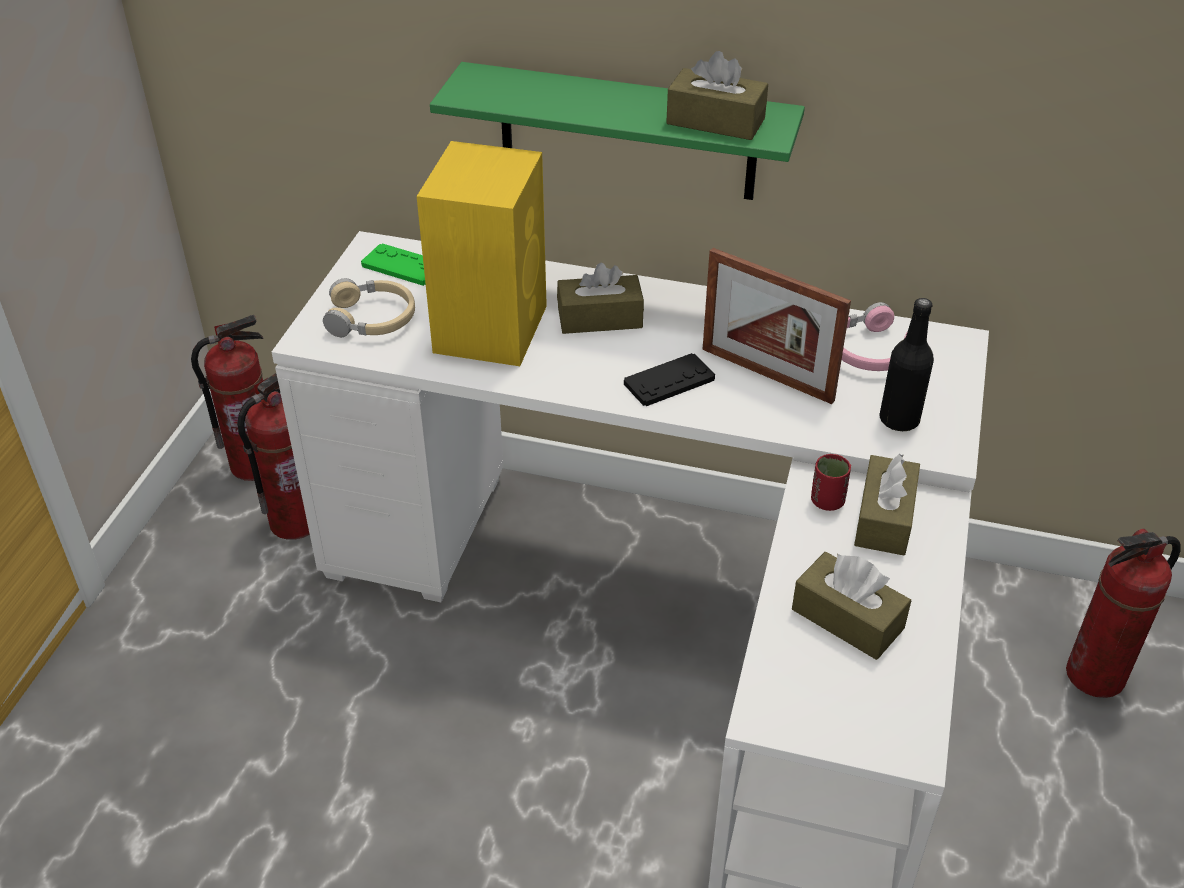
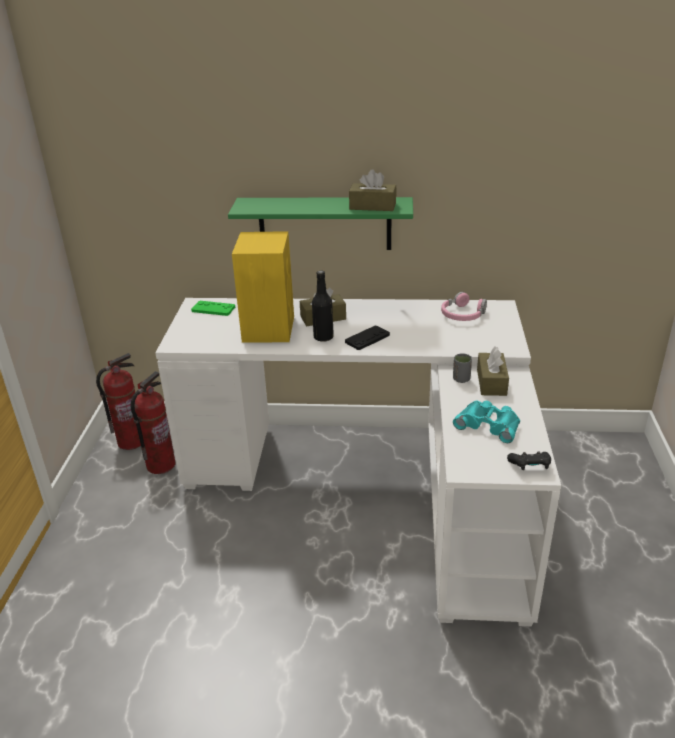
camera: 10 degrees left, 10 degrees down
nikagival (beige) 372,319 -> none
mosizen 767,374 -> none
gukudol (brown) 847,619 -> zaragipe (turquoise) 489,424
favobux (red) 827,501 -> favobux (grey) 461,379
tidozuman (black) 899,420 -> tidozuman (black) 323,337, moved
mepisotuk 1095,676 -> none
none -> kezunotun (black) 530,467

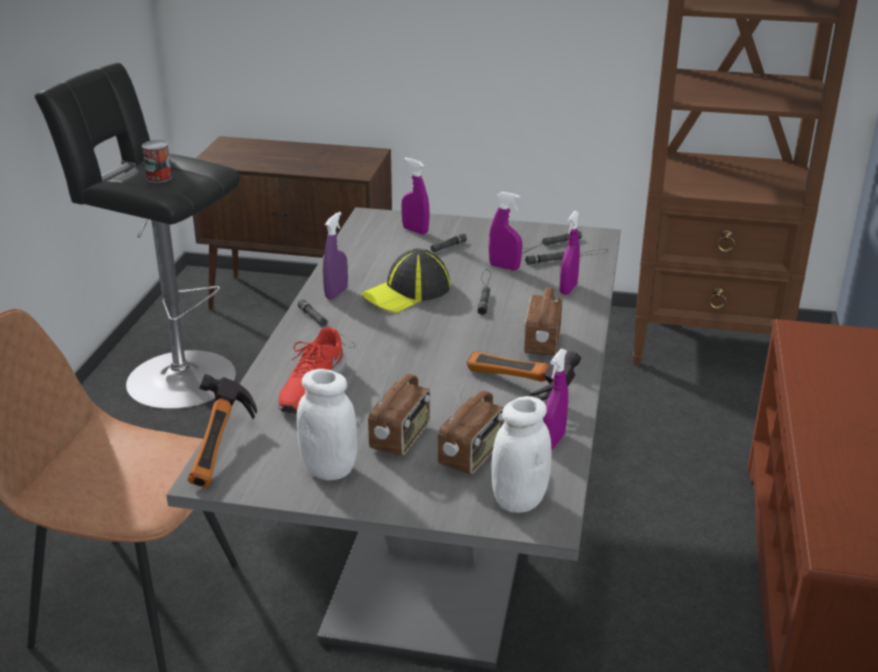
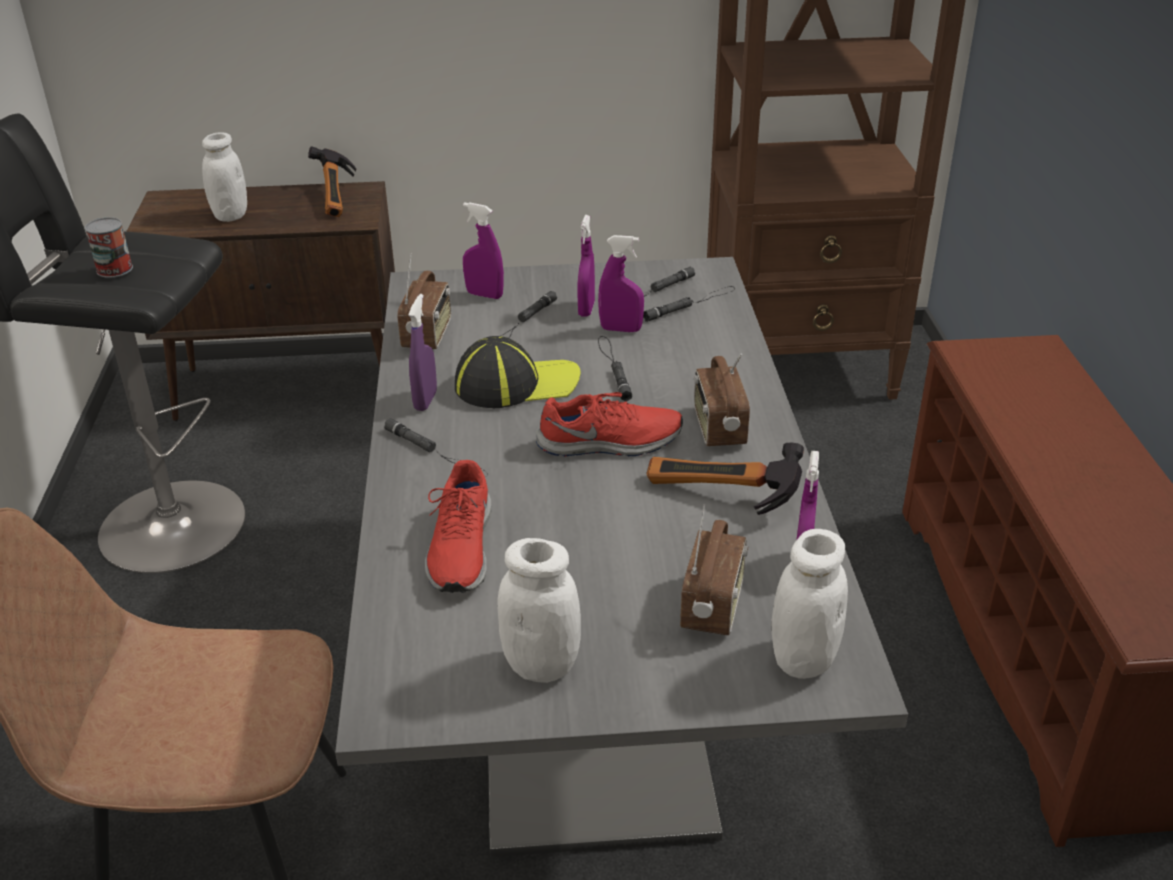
camera: 15 degrees left, 5 degrees up
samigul 224,450 -> samigul 339,198, moved
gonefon 407,292 -> gonefon 516,384, 135 degrees counterclockwise
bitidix 401,438 -> bitidix 428,335, moved
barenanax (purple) 568,289 -> barenanax (purple) 586,309, moved
none -> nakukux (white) 230,215
none -> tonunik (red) 610,443

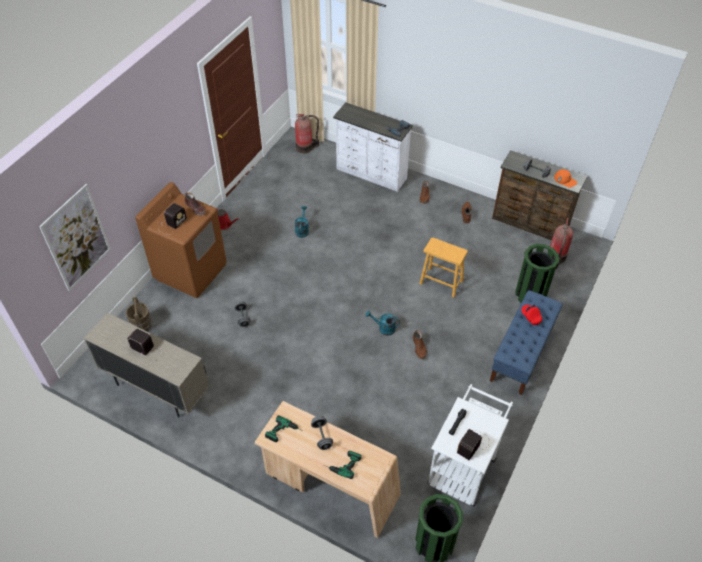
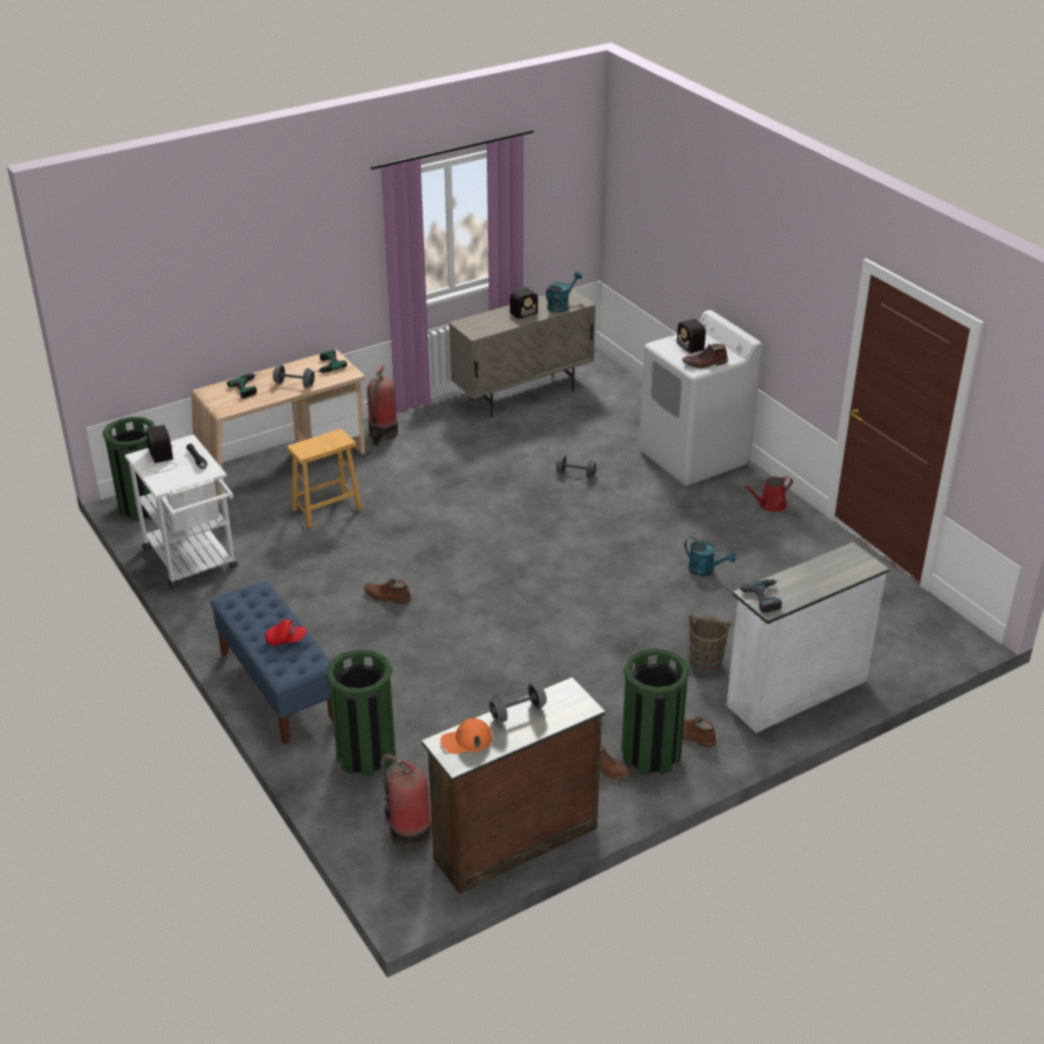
camera: 120 degrees right, 15 degrees down
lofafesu 77,238 -> none
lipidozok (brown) 142,327 -> lipidozok (brown) 706,664, moved
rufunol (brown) 191,271 -> rufunol (white) 694,457
mepisotuk 306,147 -> mepisotuk 382,434, moved
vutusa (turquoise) 383,328 -> vutusa (turquoise) 561,305, moved
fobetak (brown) 441,282 -> fobetak (brown) 327,509, moved
none -> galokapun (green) 650,754

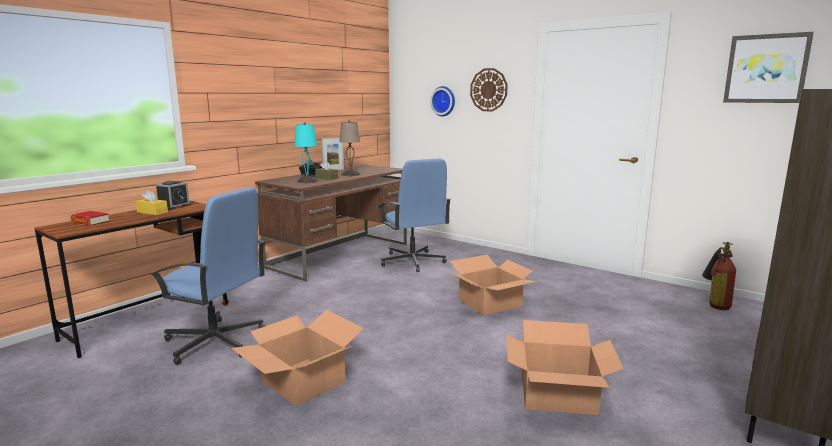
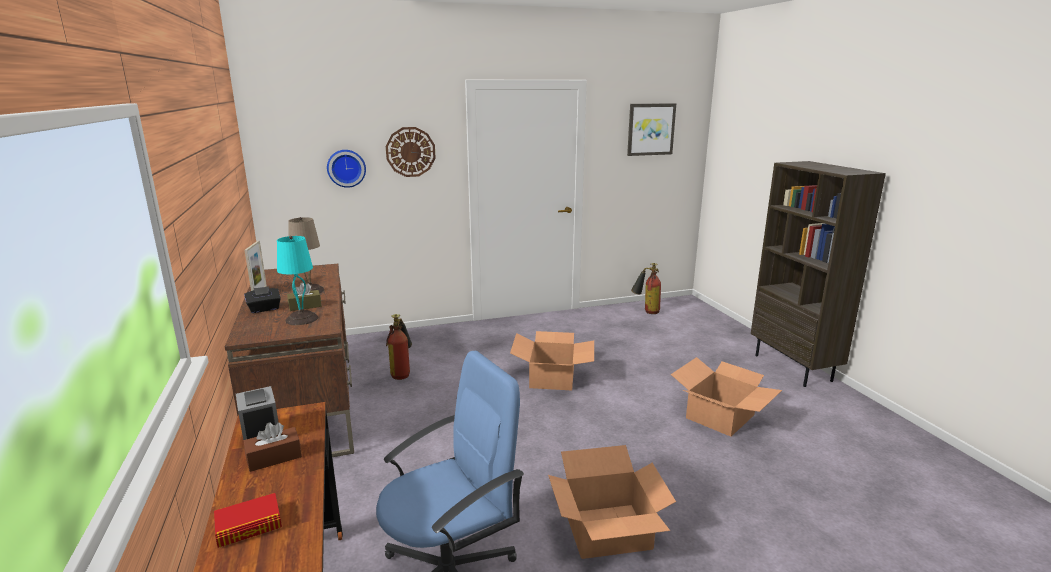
camera: 55 degrees left, 5 degrees up
gukudol (yellow) 152,212 -> gukudol (brown) 274,457
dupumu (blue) 412,261 -> mepisotuk 402,372

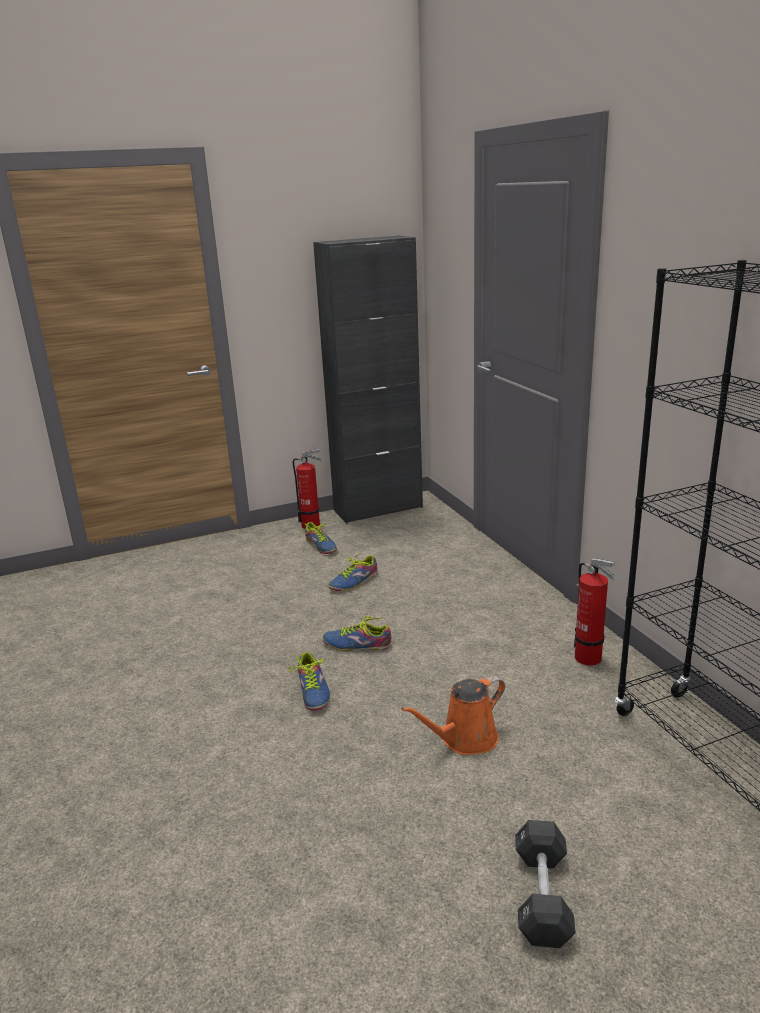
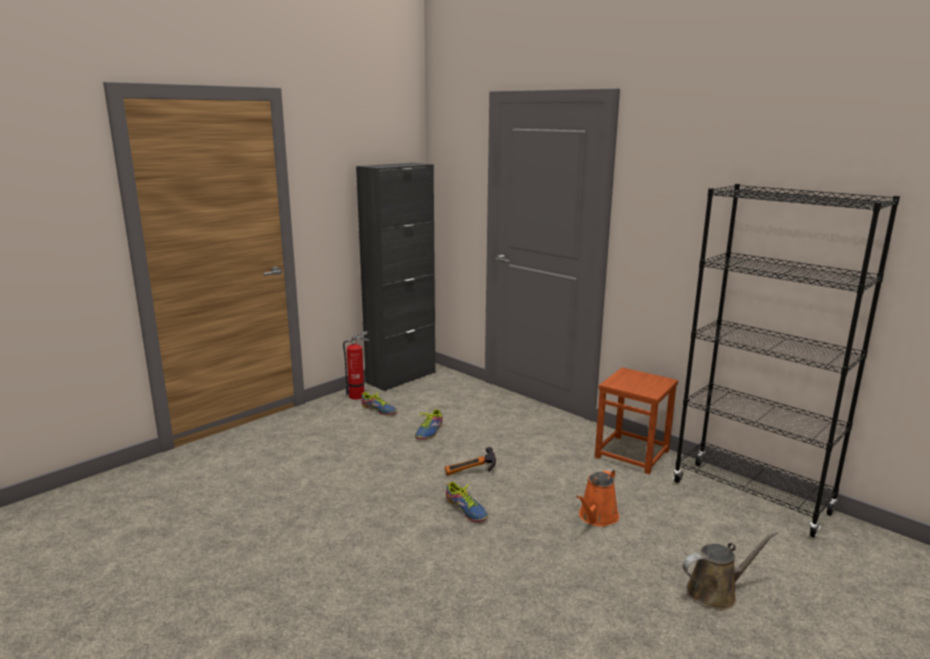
camera: 25 degrees left, 5 degrees down
tonunik 357,645 -> samigul 471,473
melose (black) 542,896 -> vutusa (brown) 715,592
mepisotuk 590,659 -> fobetak (brown) 632,454

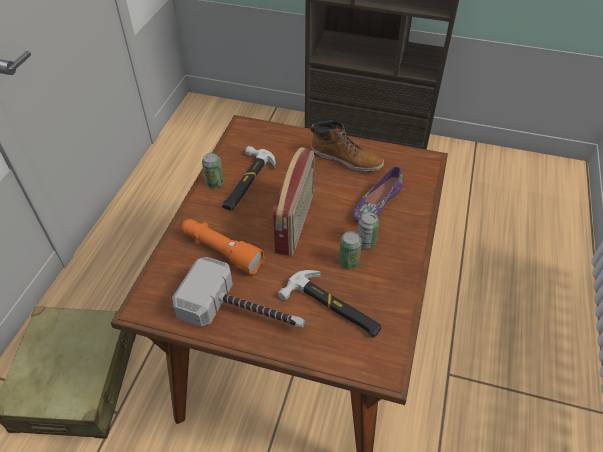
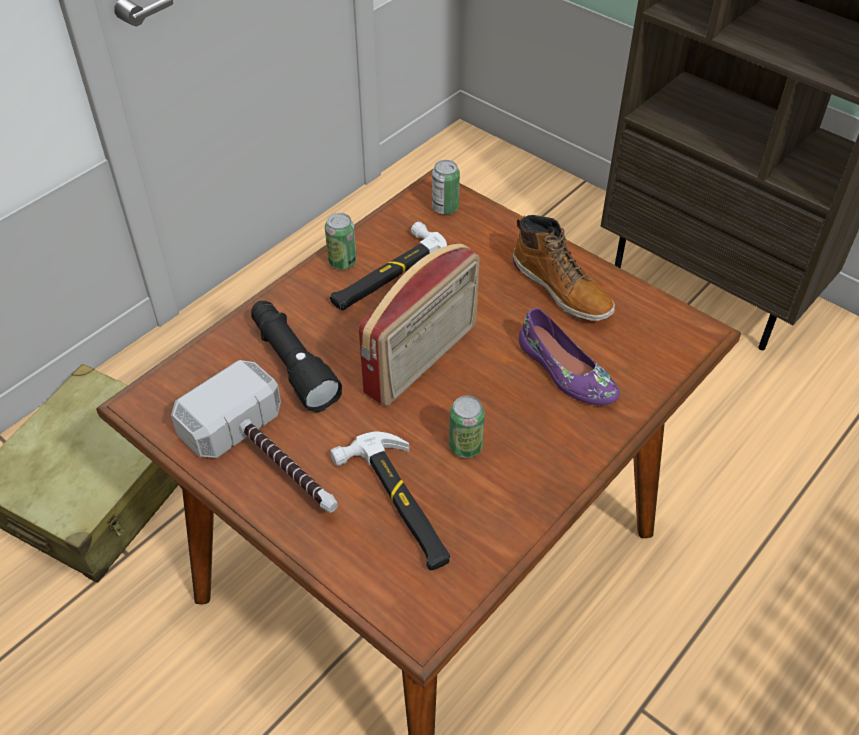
camera: 25 degrees right, 0 degrees up
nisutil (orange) 221,251 -> nisutil (black) 292,363
tonunik (purple) 376,203 -> tonunik (purple) 565,372, 105 degrees counterclockwise
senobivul 366,242 -> senobivul 445,208, moved

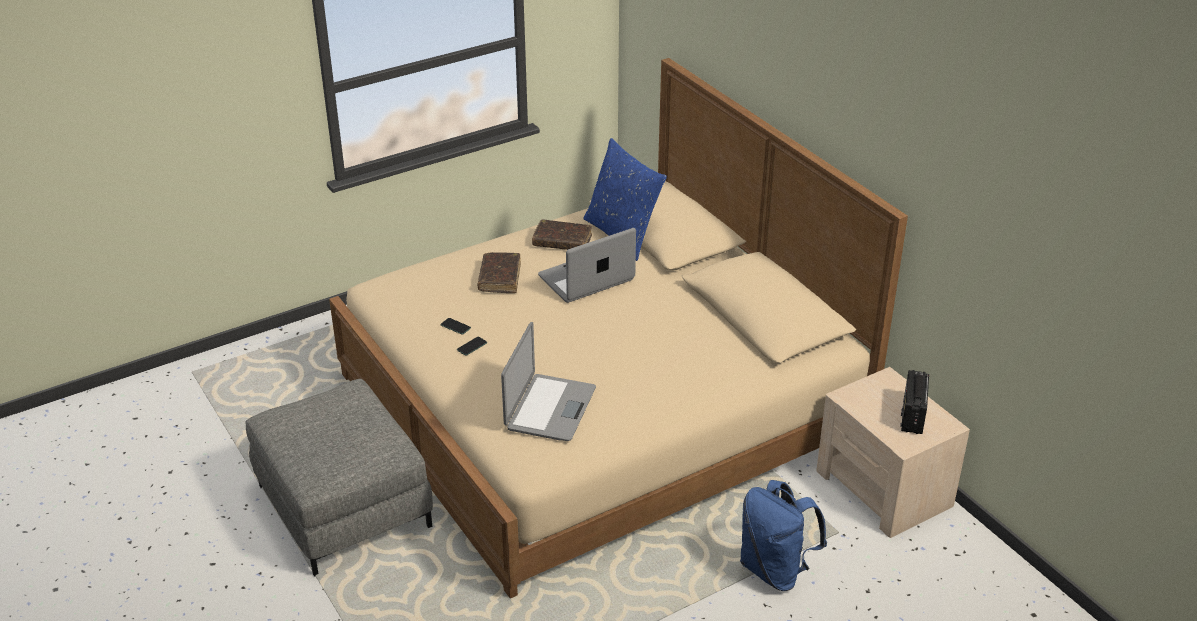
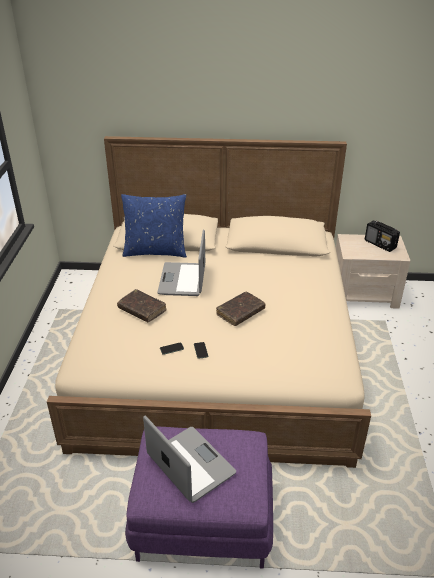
camera: 55 degrees left, 0 degrees up
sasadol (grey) 345,505 -> sasadol (purple) 203,515
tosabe 549,408 -> tosabe 190,465, moved
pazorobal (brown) 562,241 -> pazorobal (brown) 240,312, moved
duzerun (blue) 775,570 -> none

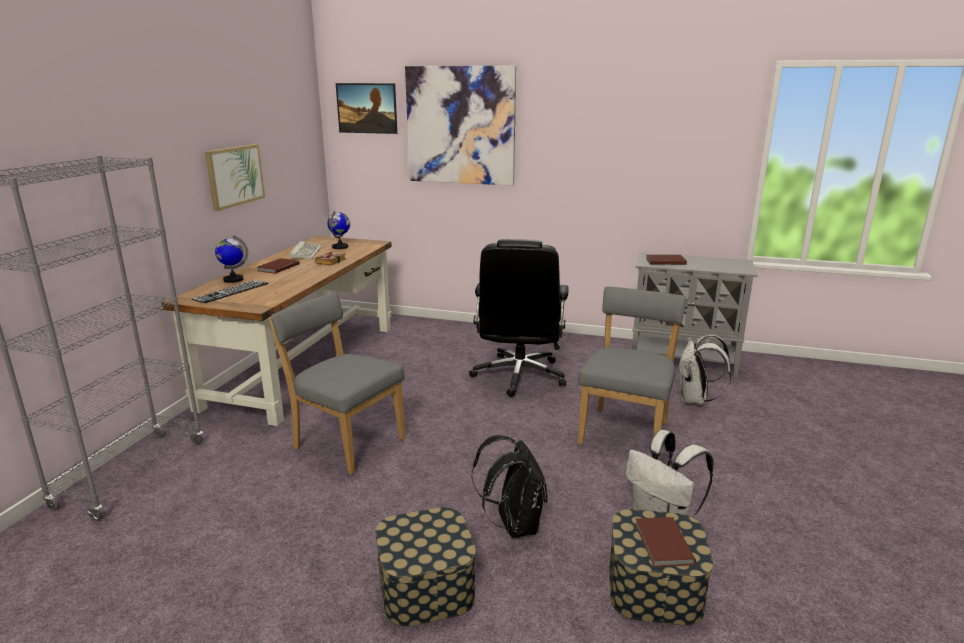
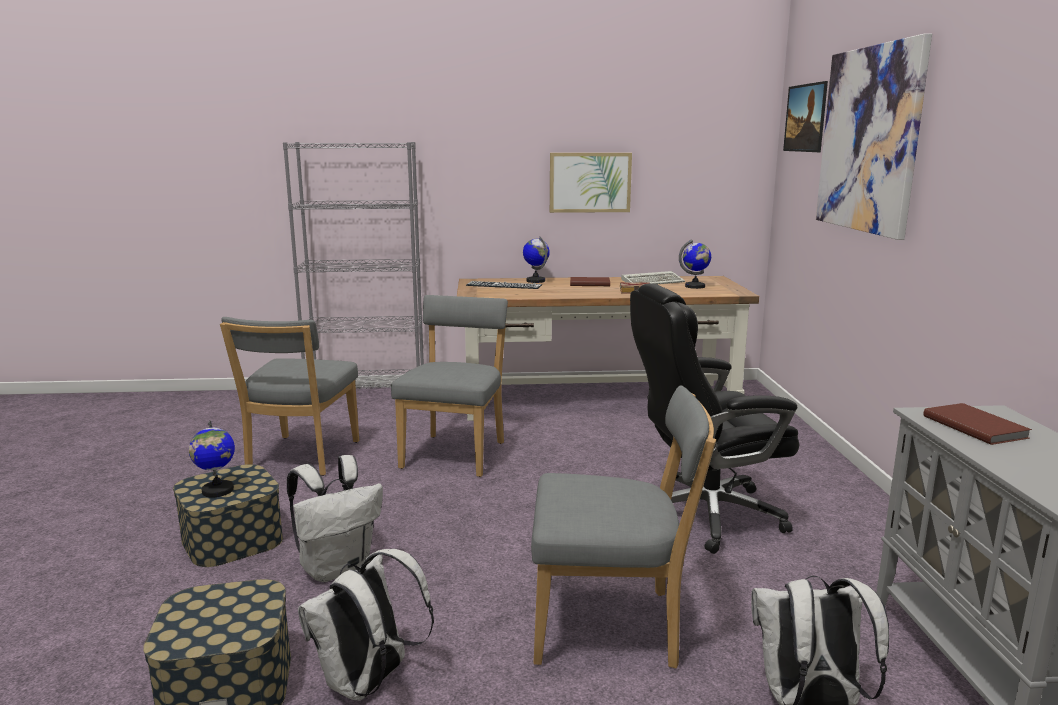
camera: 70 degrees right, 5 degrees down
duzerun (black) 513,525 -> duzerun (white) 337,568
pazorobal (brown) 662,544 -> none
none -> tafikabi 217,490
none -> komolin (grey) 300,458

